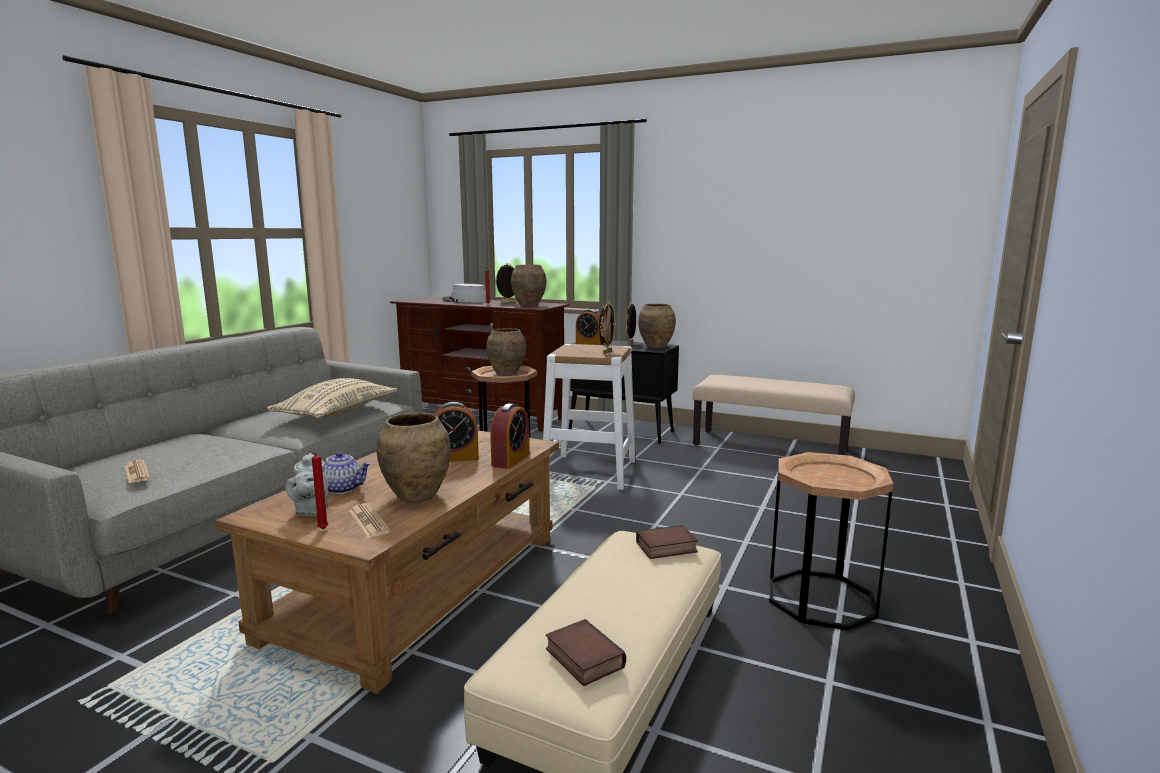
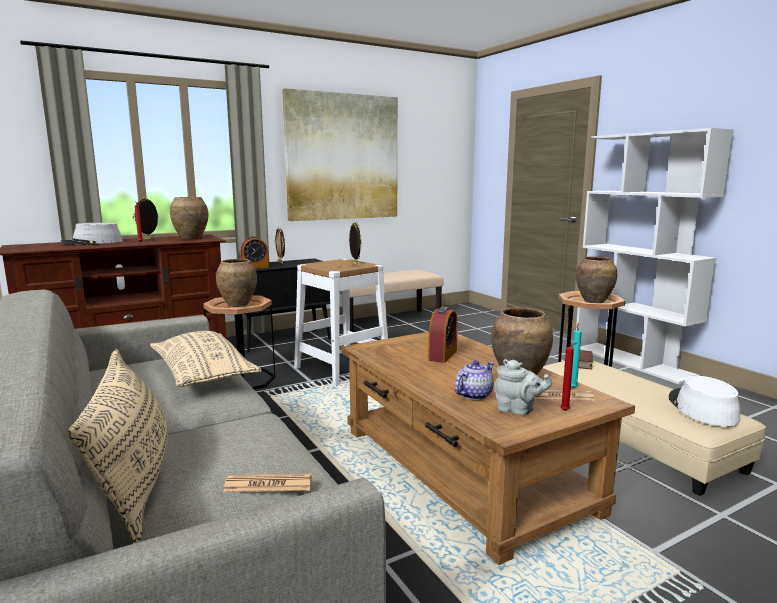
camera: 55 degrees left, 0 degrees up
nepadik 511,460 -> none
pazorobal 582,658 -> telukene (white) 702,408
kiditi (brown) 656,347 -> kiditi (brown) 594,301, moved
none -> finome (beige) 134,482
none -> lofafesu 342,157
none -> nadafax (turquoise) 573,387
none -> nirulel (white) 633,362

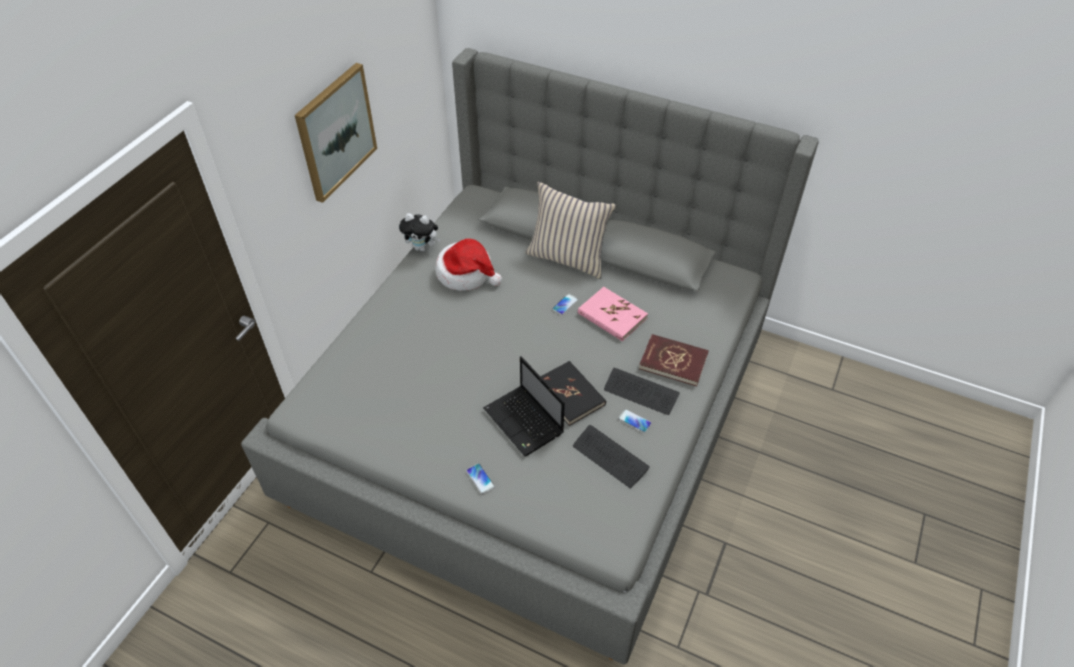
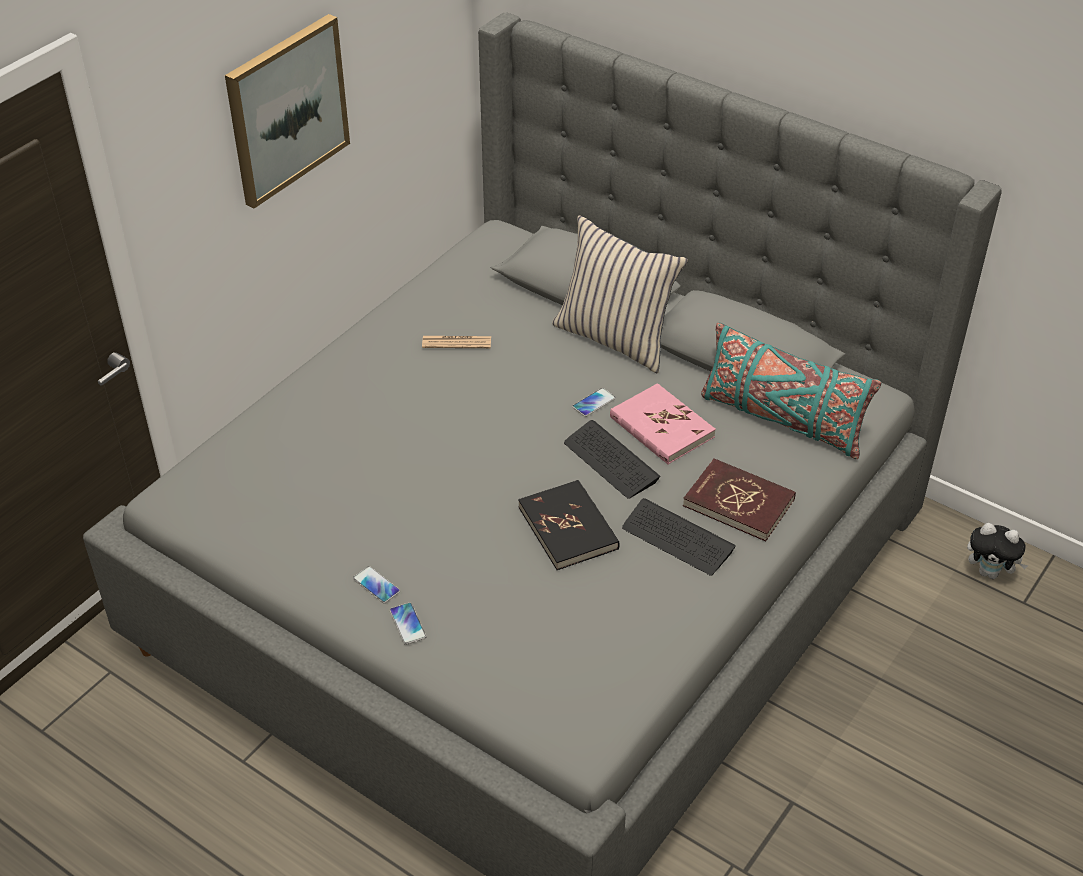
camera: 10 degrees right, 5 degrees down
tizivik 422,248 -> tizivik 990,572, moved
telukene 466,273 -> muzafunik 456,342
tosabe 525,422 -> none
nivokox 610,457 -> nivokox 610,461, moved
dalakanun 634,421 -> dalakanun 376,585, moved
none -> finome (turquoise) 782,419

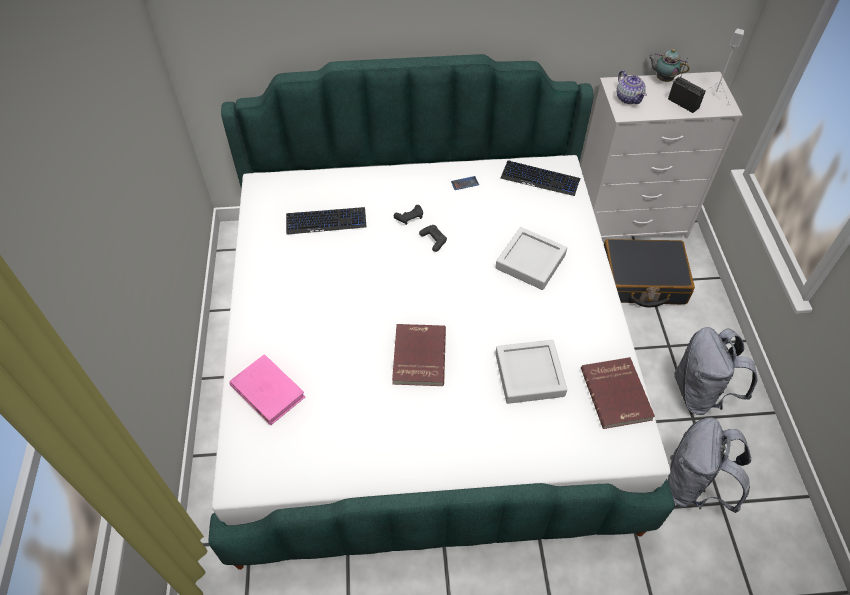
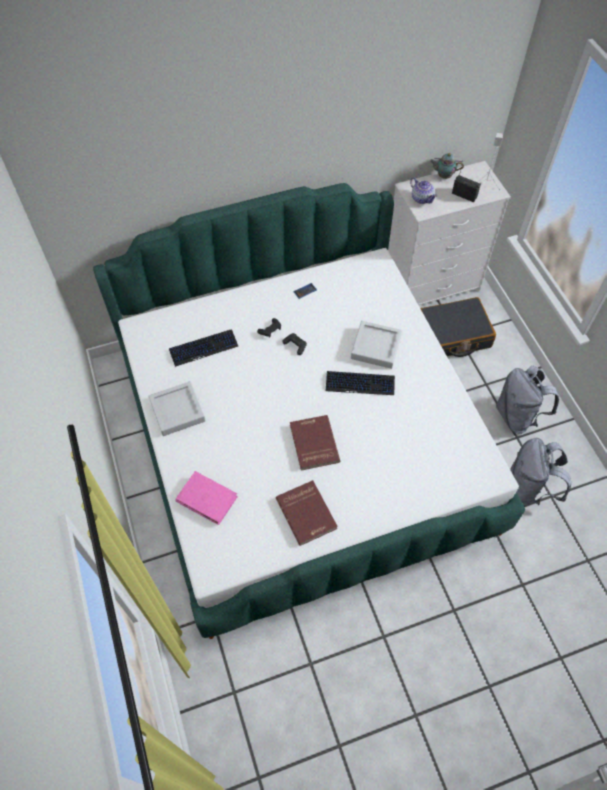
camera: 15 degrees left, 5 degrees up
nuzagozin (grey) 529,374 -> nuzagozin (grey) 177,411, moved
nivokox 540,179 -> nivokox 360,383, moved
pazorobal (red) 617,394 -> pazorobal (red) 307,513, moved

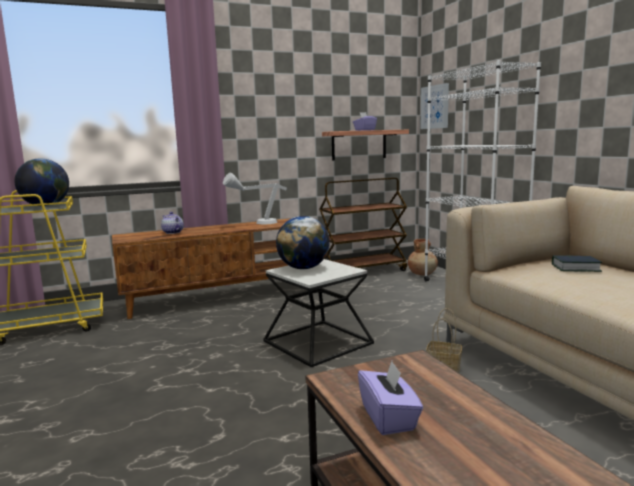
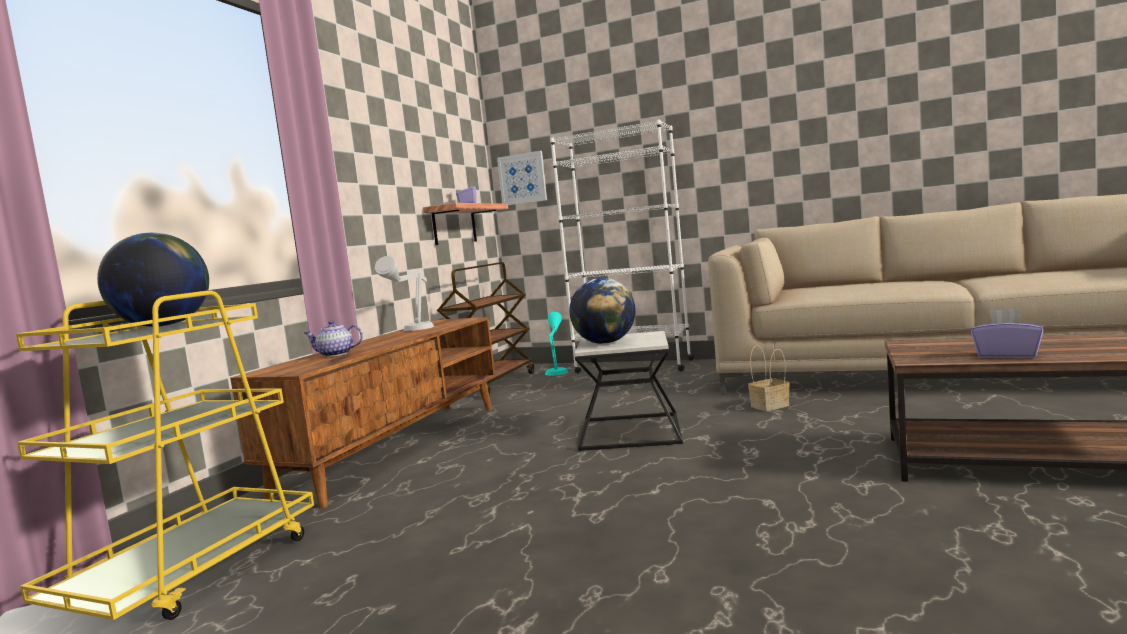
camera: 45 degrees left, 5 degrees down
kiditi (brown) 422,274 -> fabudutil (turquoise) 557,370
pazorobal 575,268 -> none

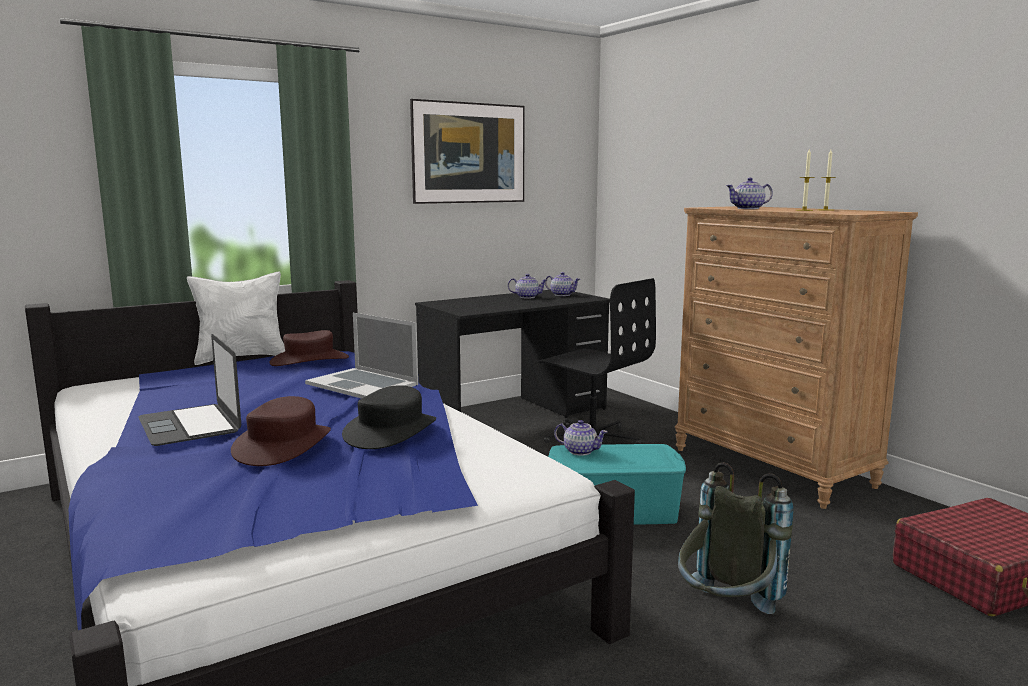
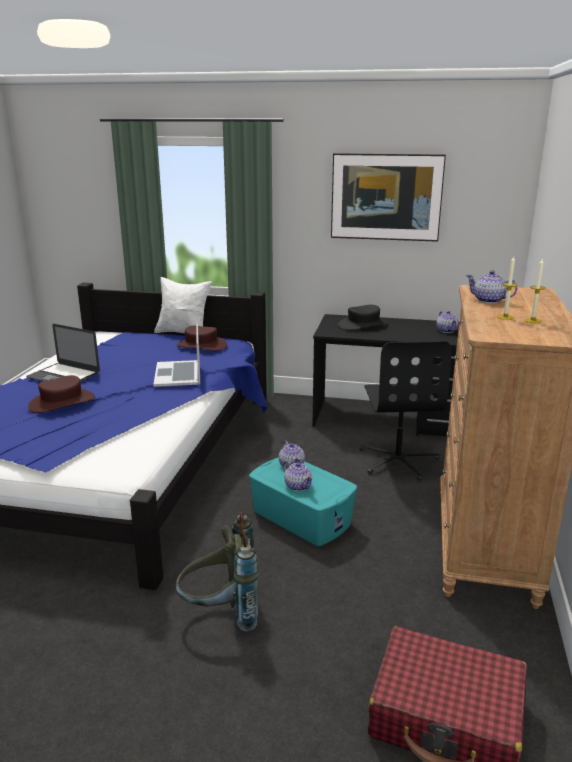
camera: 45 degrees right, 10 degrees up
tosabe 190,425 -> tosabe 63,375, 75 degrees counterclockwise
telukene (black) 391,431 -> telukene (black) 363,325, moved
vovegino 527,297 -> vovegino 298,486, moved

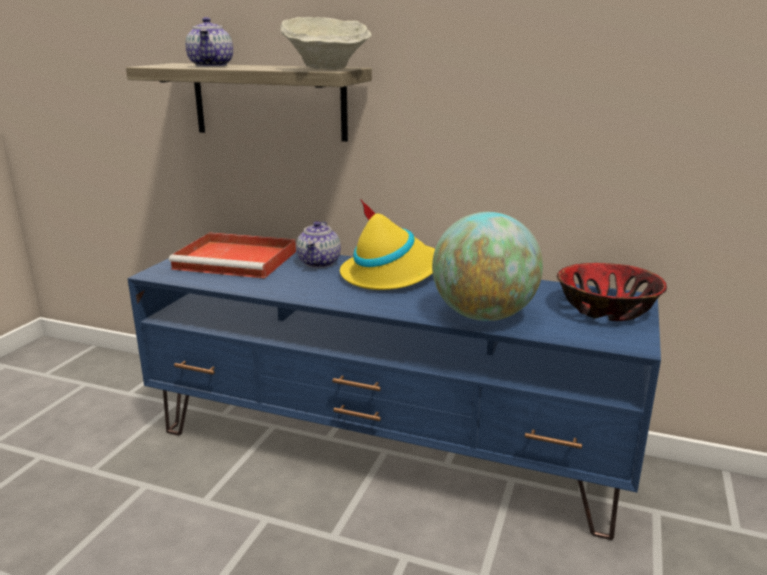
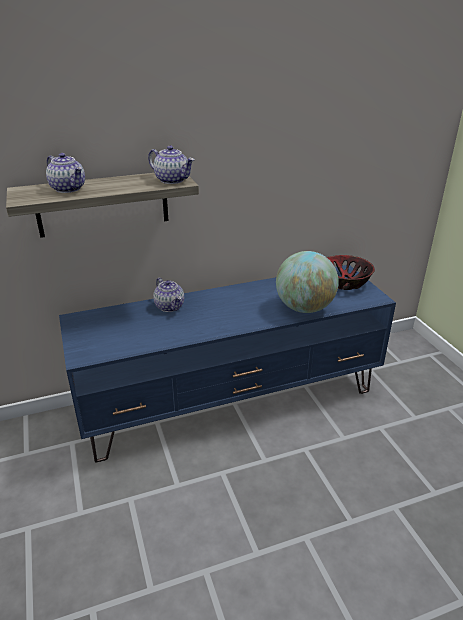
camera: 40 degrees left, 10 degrees up
nuzagozin (red) 238,260 -> none
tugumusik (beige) 327,69 -> vovegino 172,180
telukene (yellow) 391,274 -> none

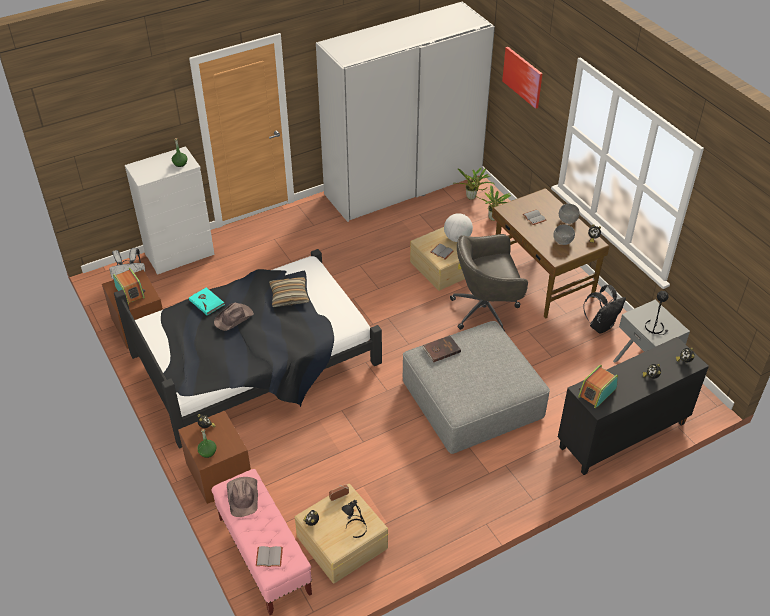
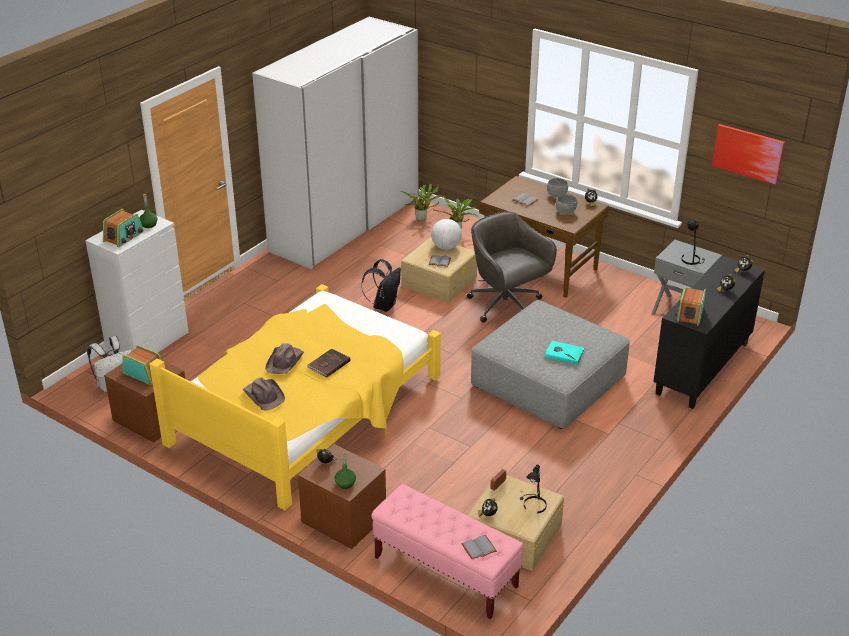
camera: 25 degrees left, 10 degrees down
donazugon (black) 256,361 -> donazugon (yellow) 308,412
pazorobal (turquoise) 207,302 -> pazorobal (turquoise) 564,353, moved
telukene (brown) 243,496 -> telukene (brown) 264,395, moved
finome 289,296 -> none
pazorobal (brown) 441,349 -> pazorobal (brown) 328,364, moved
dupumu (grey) 486,310 -> dupumu (grey) 506,306, 90 degrees clockwise
lofafesu 523,77 -> lofafesu 748,153, moved
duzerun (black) 601,325 -> duzerun (black) 384,305, moved
none -> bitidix 124,237

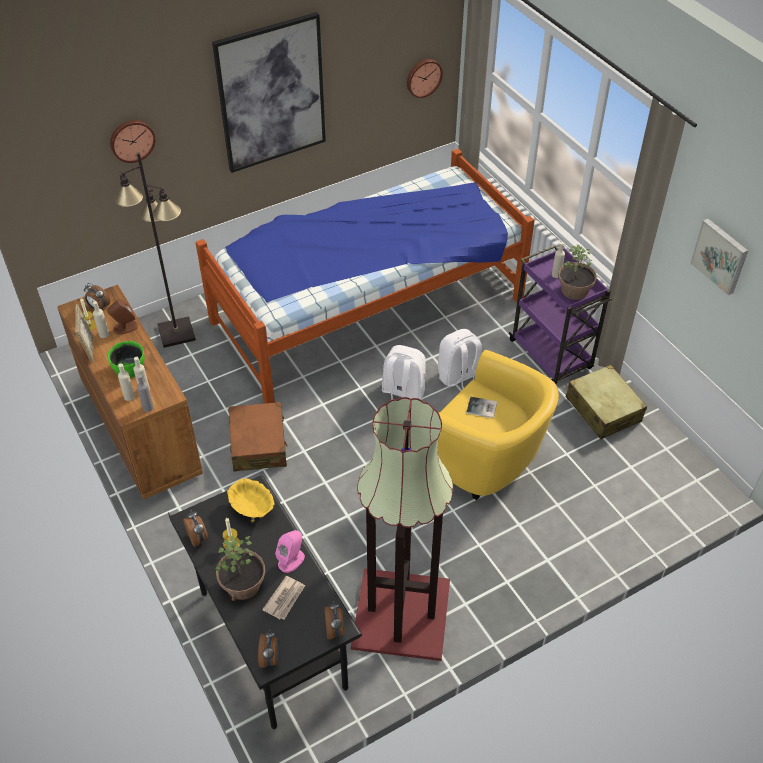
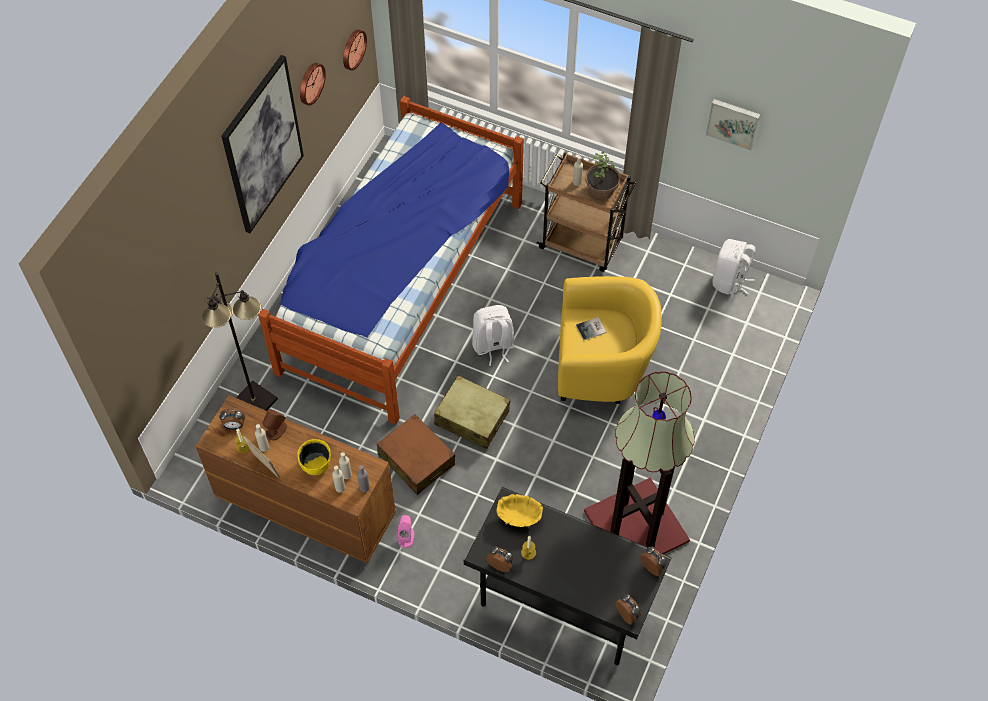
camera: 35 degrees left, 10 degrees up
tugumusik (green) 130,368 -> tugumusik (yellow) 316,463
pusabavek 131,140 -> pusabavek 310,83, moved
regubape 243,585 -> none
muzafunik 285,599 -> none
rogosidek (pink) 291,560 -> rogosidek (pink) 406,536, moved
duzerun (white) 459,377 -> duzerun (white) 729,281, moved
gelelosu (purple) 551,356 -> gelelosu (brown) 582,244
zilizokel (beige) 603,409 -> zilizokel (beige) 472,418, moved

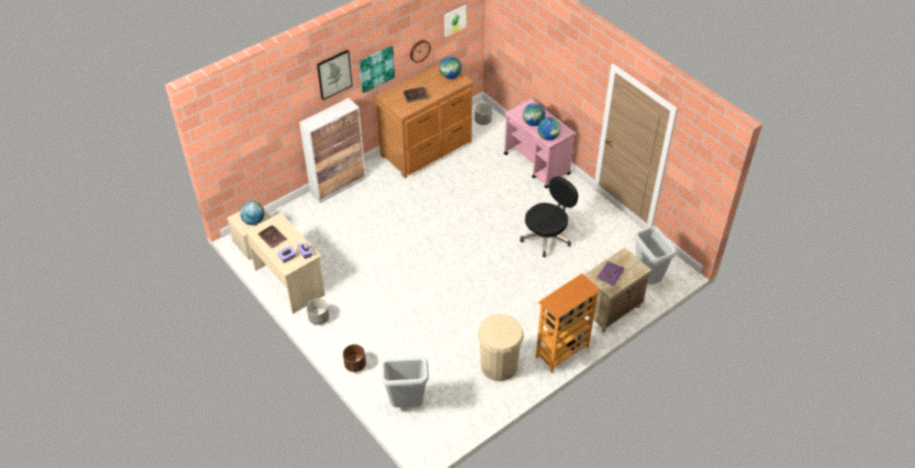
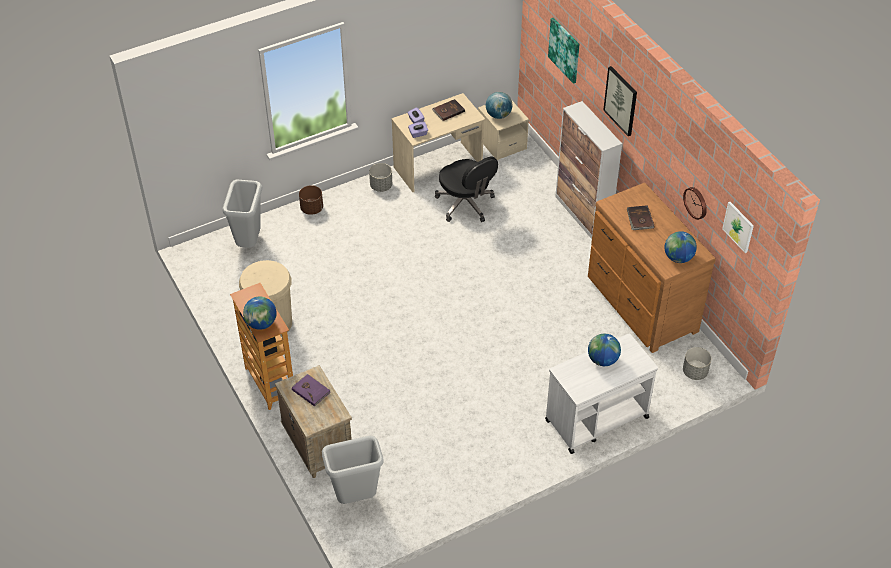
camera: 100 degrees right, 0 degrees up
lofafesu 376,68 -> lofafesu 565,50, moved
gelelosu (pink) 537,164 -> gelelosu (white) 596,419
dupumu (black) 547,237 -> dupumu (black) 466,204, moved
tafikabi 548,137 -> tafikabi 261,323, moved

